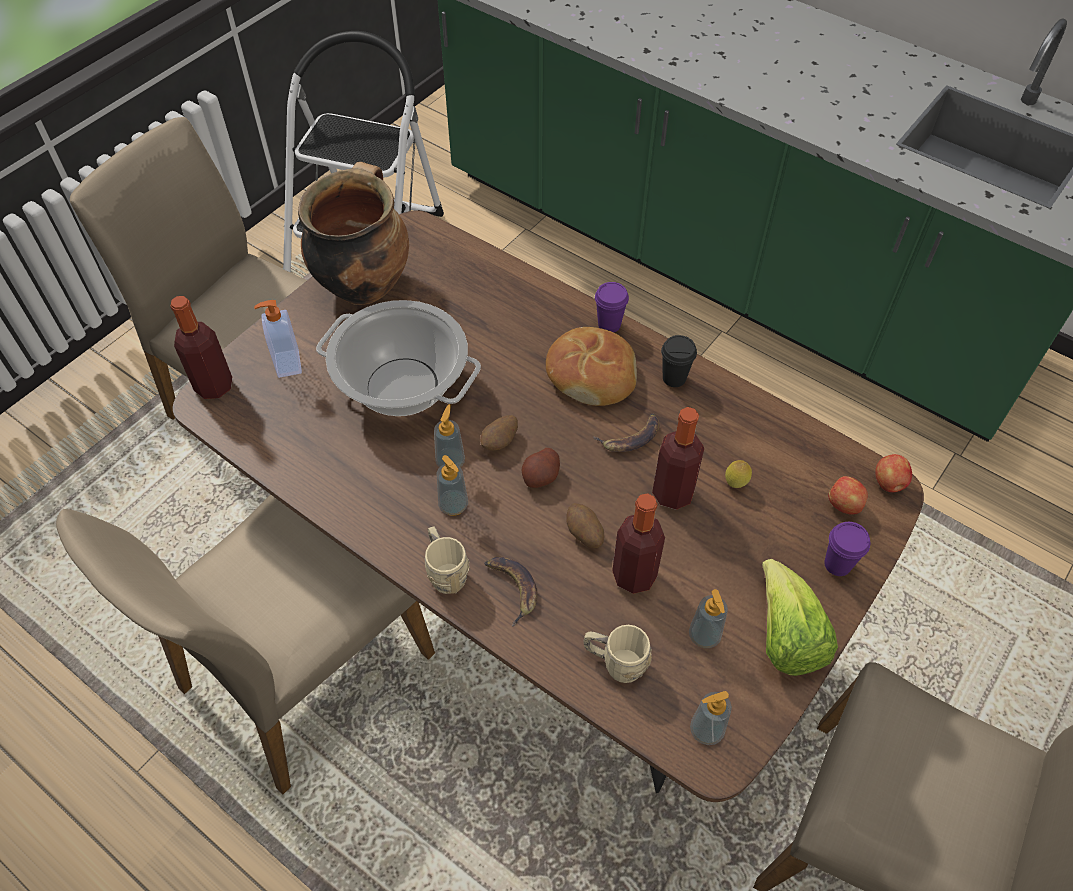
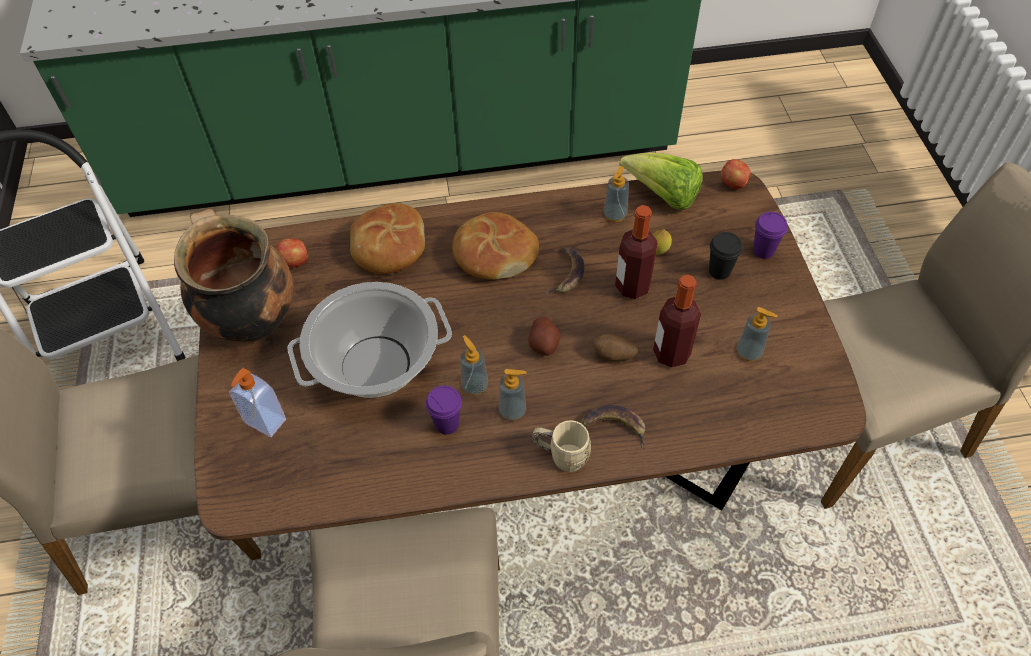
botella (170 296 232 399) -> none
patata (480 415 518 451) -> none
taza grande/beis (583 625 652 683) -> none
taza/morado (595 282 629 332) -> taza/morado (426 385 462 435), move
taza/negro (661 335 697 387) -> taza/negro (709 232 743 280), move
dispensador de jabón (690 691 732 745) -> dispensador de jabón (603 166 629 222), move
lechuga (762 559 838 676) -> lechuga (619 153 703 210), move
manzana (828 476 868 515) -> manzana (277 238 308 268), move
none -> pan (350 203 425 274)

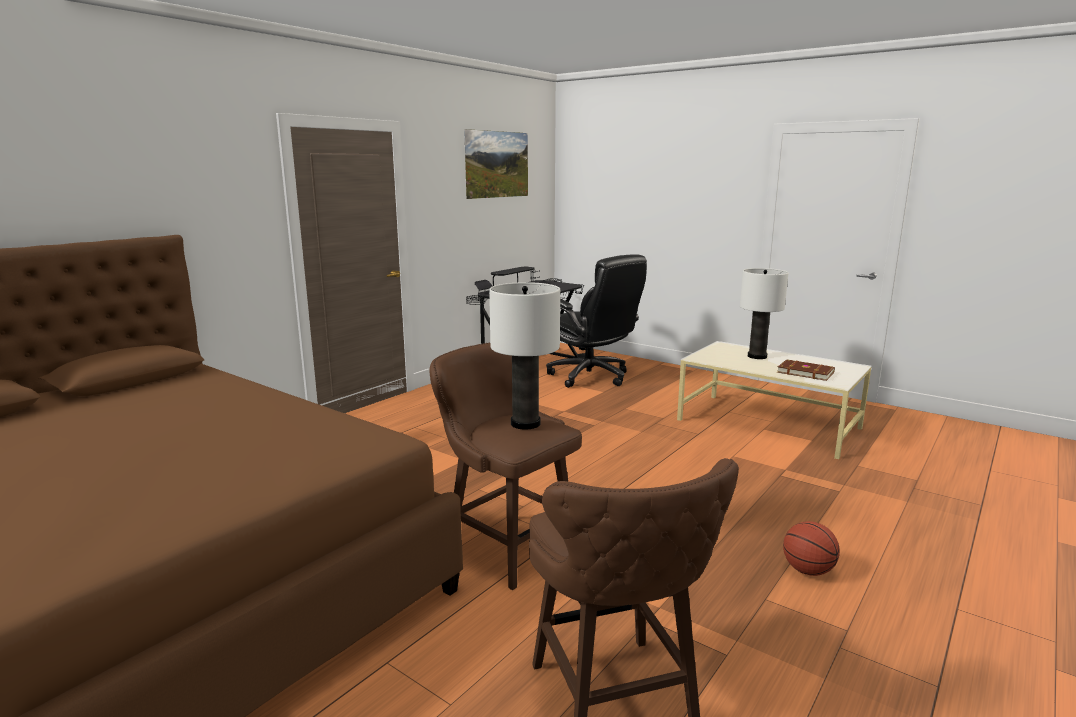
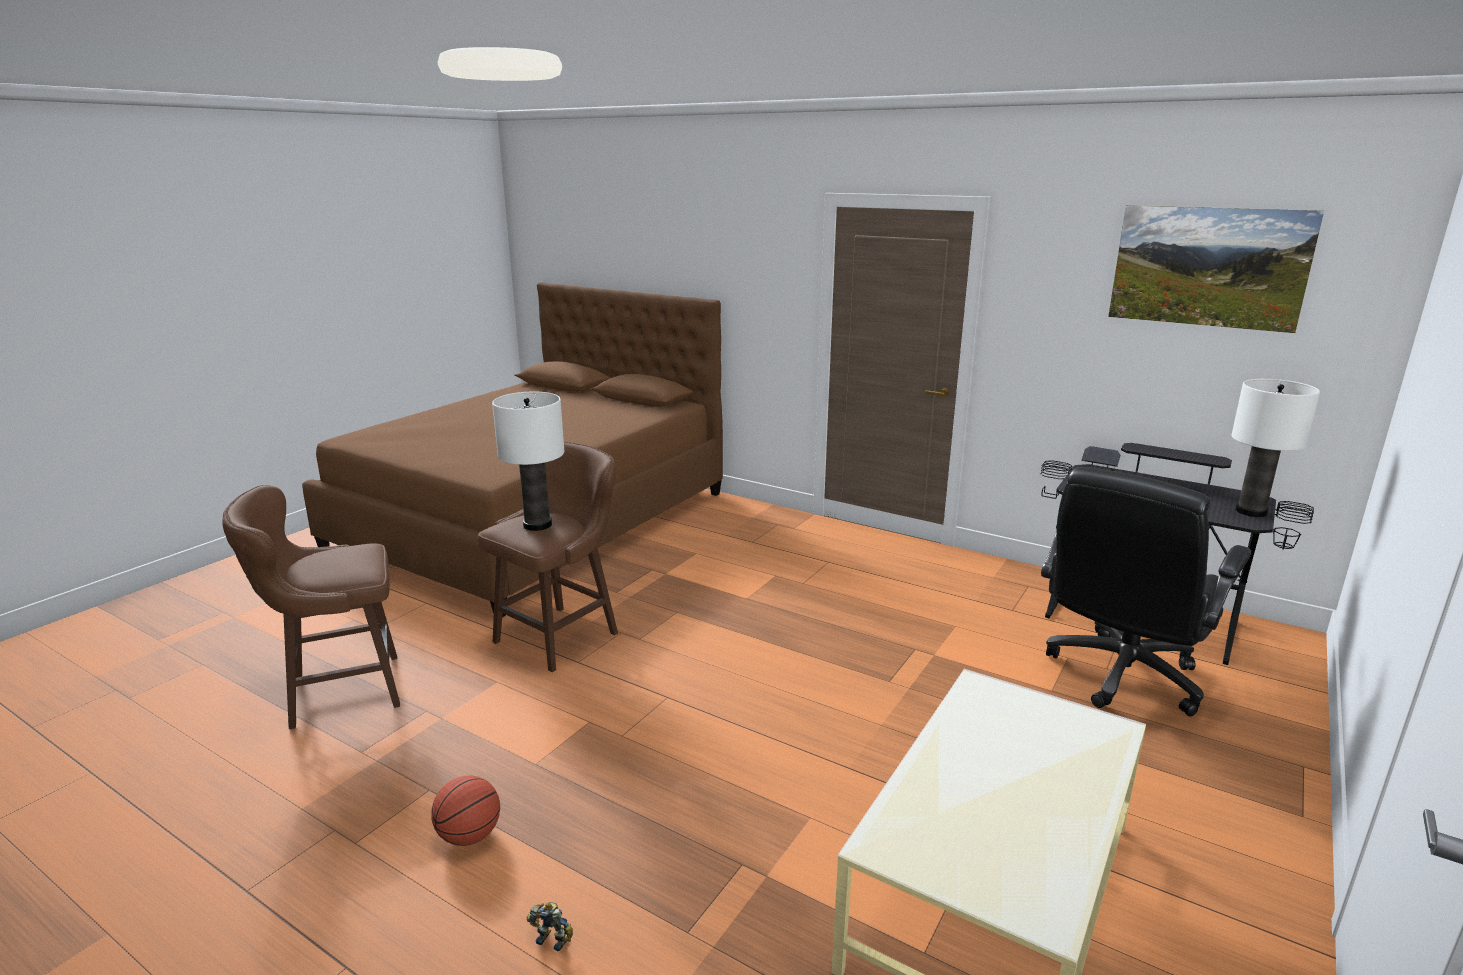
lámpara de mesa/blanco (740 268 788 359) -> lámpara de mesa/blanco (1231 379 1320 517), move
libro/marrón (777 359 835 381) -> none
none -> robot de juguete (526 902 573 952)

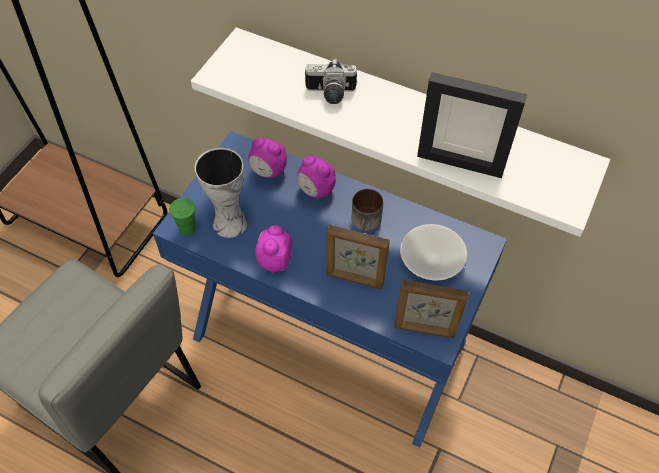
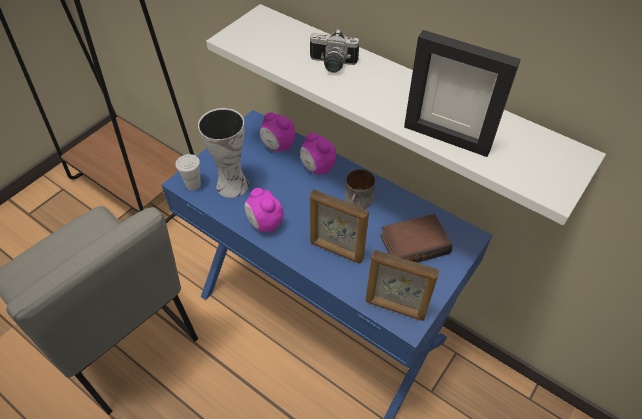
taza/verde (169 198 196 235) -> taza/blanco (175 154 201 191)
despertador (255 225 292 274) -> despertador (244 188 284 232), 60 degrees counterclockwise
cuenco/blanco (400 224 467 280) -> libro (380 214 452 263)

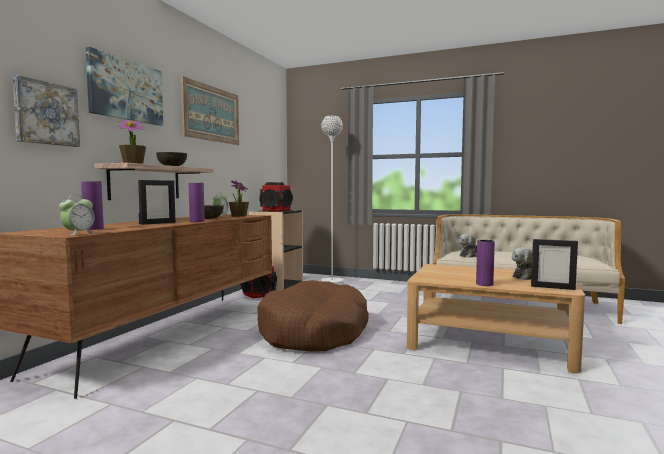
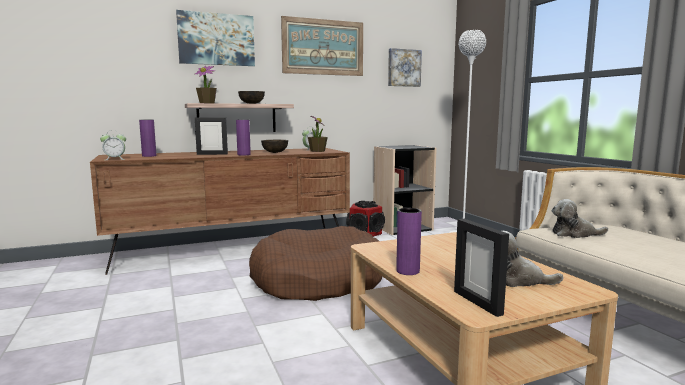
cuadro (12 75 80 147) -> cuadro (388 48 422 87), move
altavoz (259 182 293 211) -> none

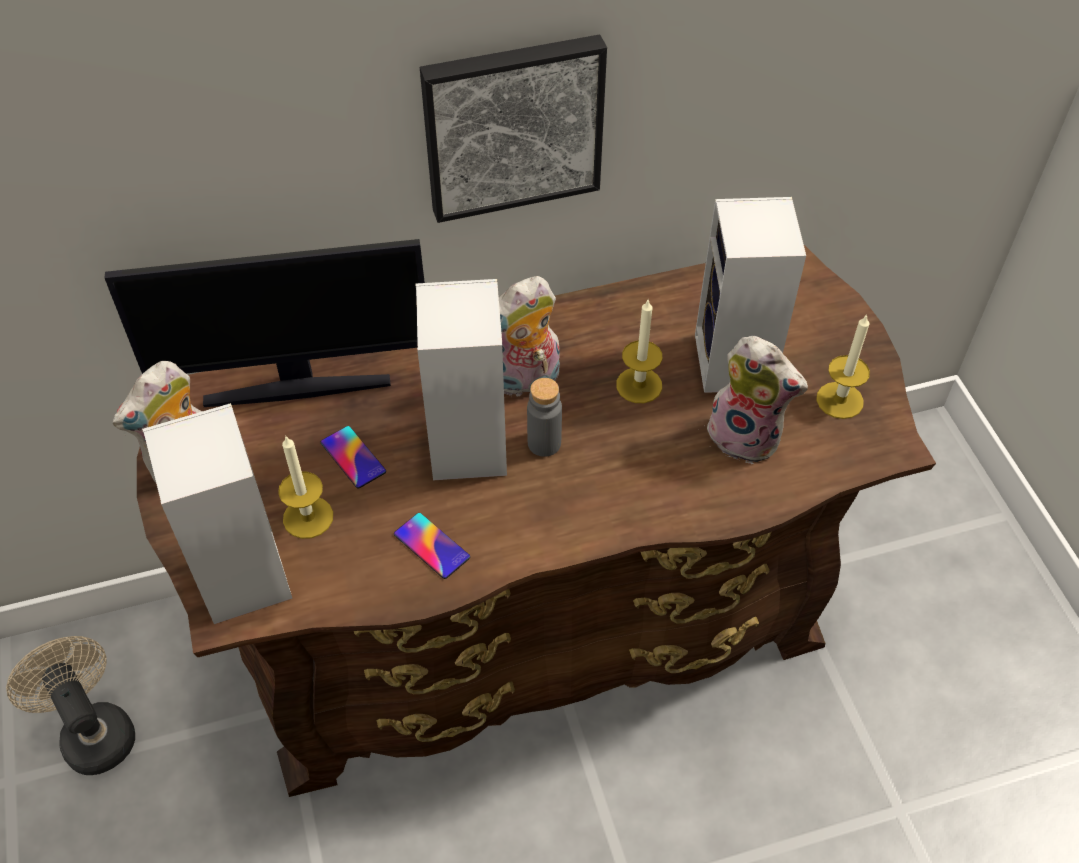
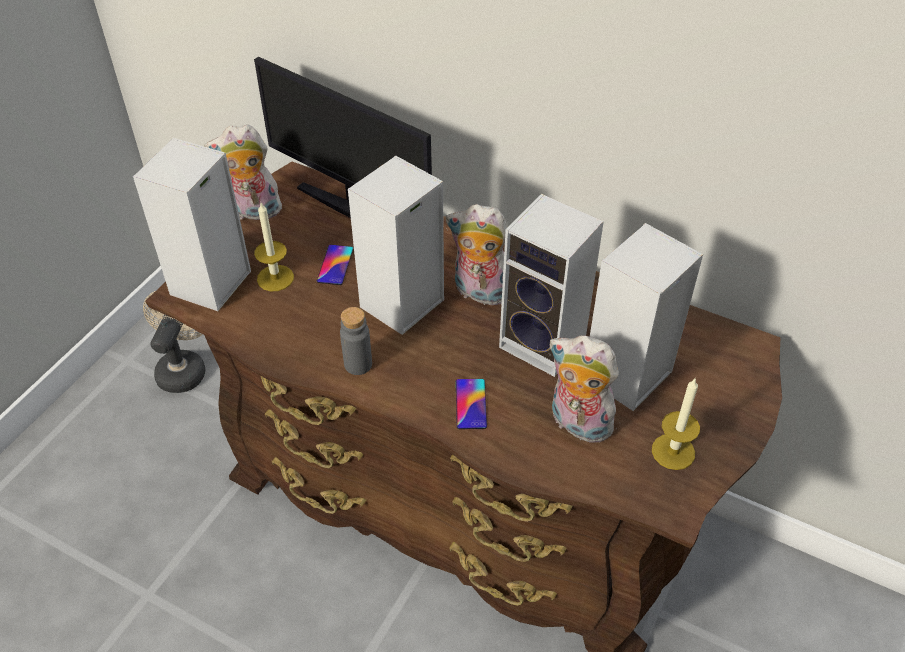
móvil (394 513 470 579) -> móvil (456 379 487 429), move
cuadro (420 34 607 223) -> none
botella/gris (527 378 562 457) -> botella/gris (340 307 372 375), move
vela (616 298 662 403) -> altavoz (499 194 604 377)
peluche (702 336 808 464) -> peluche (549 335 619 444), 135 degrees clockwise

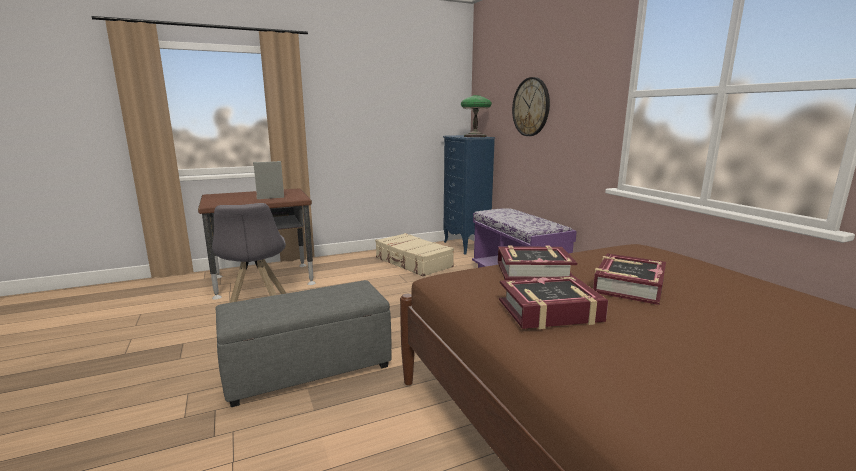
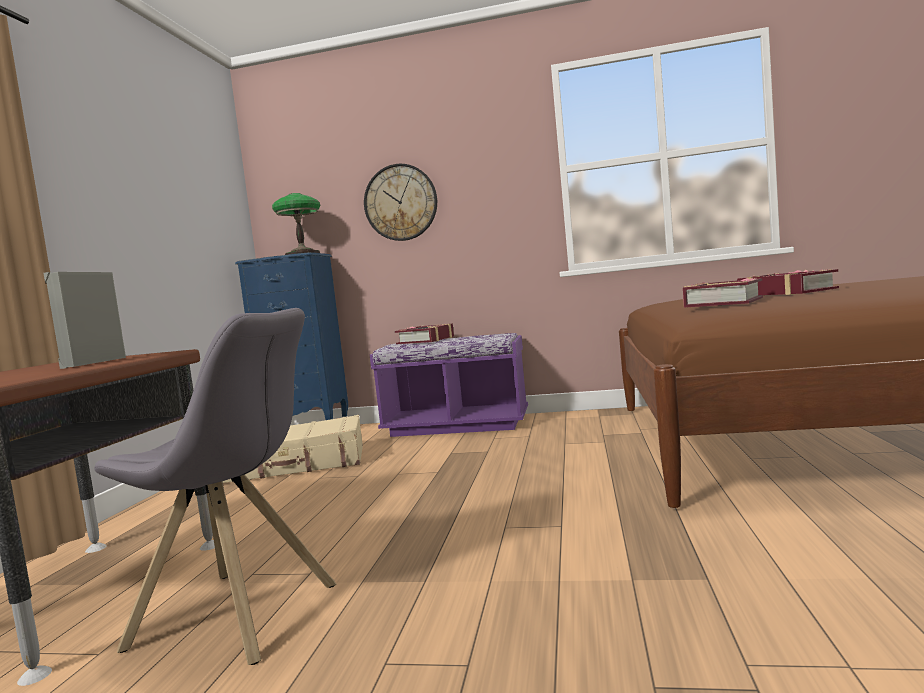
puf/gris (216 280 392 407) -> none
libro (499 276 608 329) -> libro (395 323 454 345), move

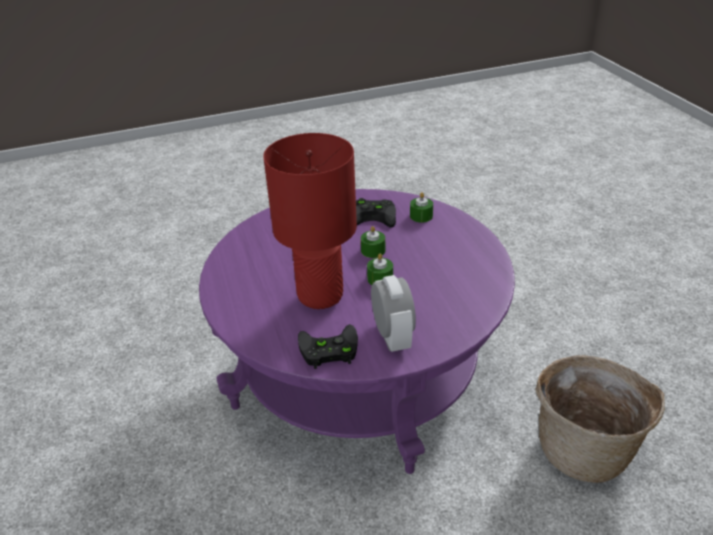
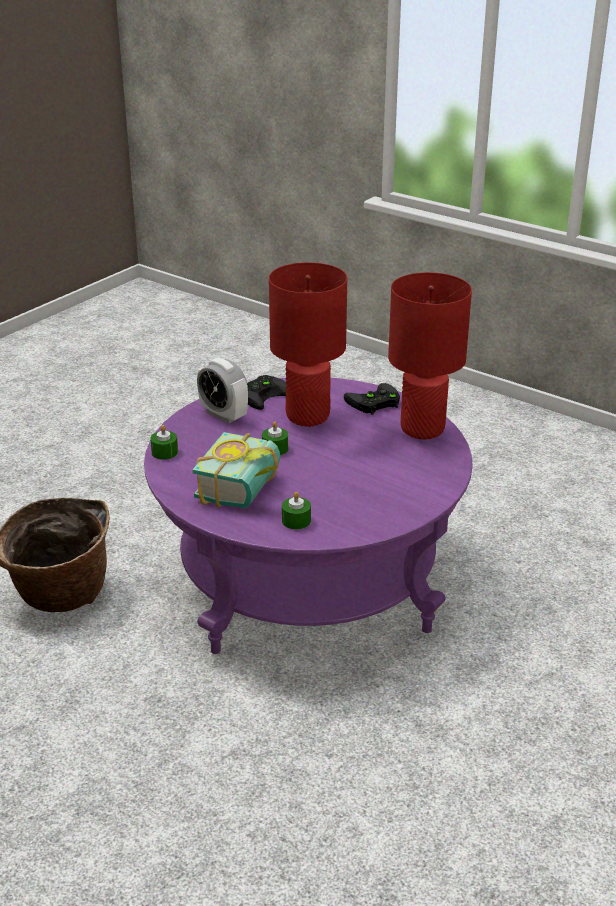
mando de consola/negro (356 198 396 228) -> mando de consola/negro (344 383 400 415), move
vela/verde (361 226 385 258) -> vela/verde (150 425 178 460), move
none -> libro (192 432 281 509)
none -> lámpara de mesa/rojo (388 272 472 440)

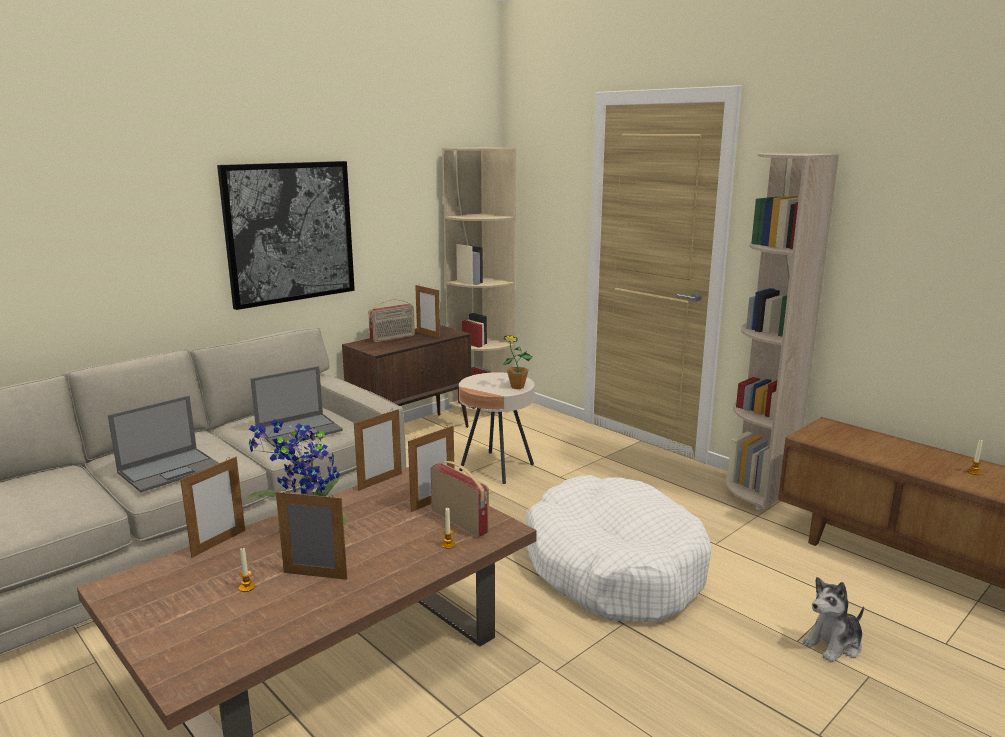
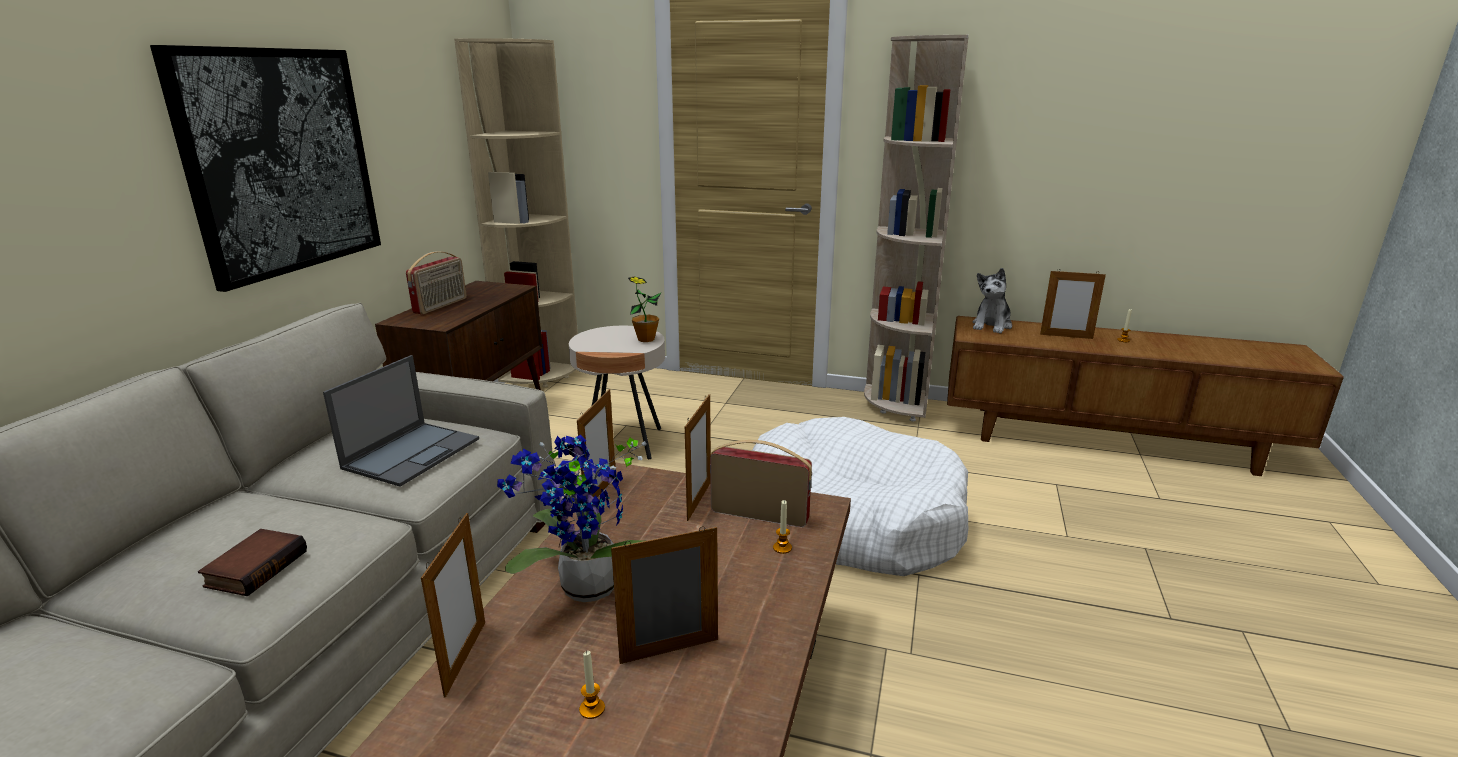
portátil (108 395 219 492) -> libro (198 529 307 596)
portarretratos (415 285 440 338) -> portarretratos (1040 270 1106 339), move
peluche (802 577 864 662) -> peluche (973 268 1012 333), move

